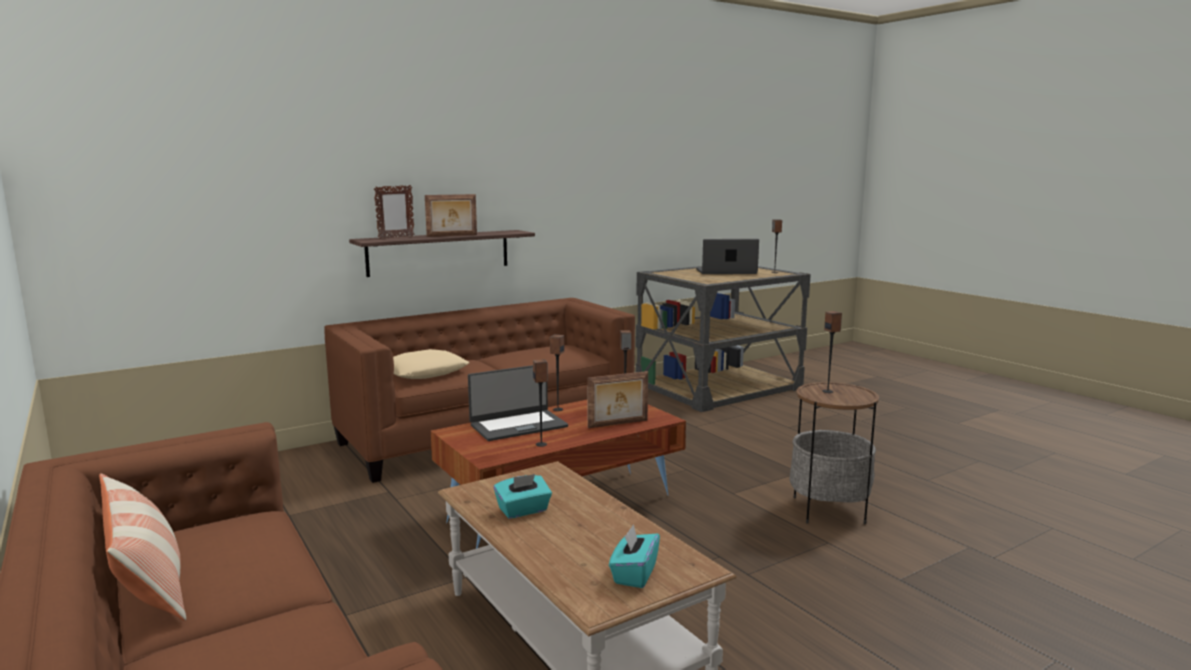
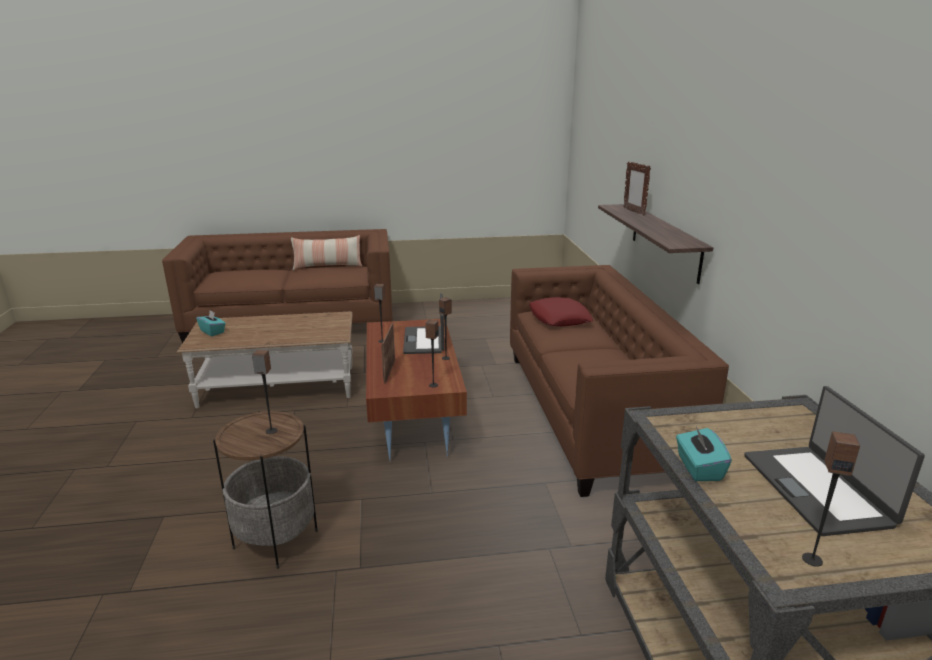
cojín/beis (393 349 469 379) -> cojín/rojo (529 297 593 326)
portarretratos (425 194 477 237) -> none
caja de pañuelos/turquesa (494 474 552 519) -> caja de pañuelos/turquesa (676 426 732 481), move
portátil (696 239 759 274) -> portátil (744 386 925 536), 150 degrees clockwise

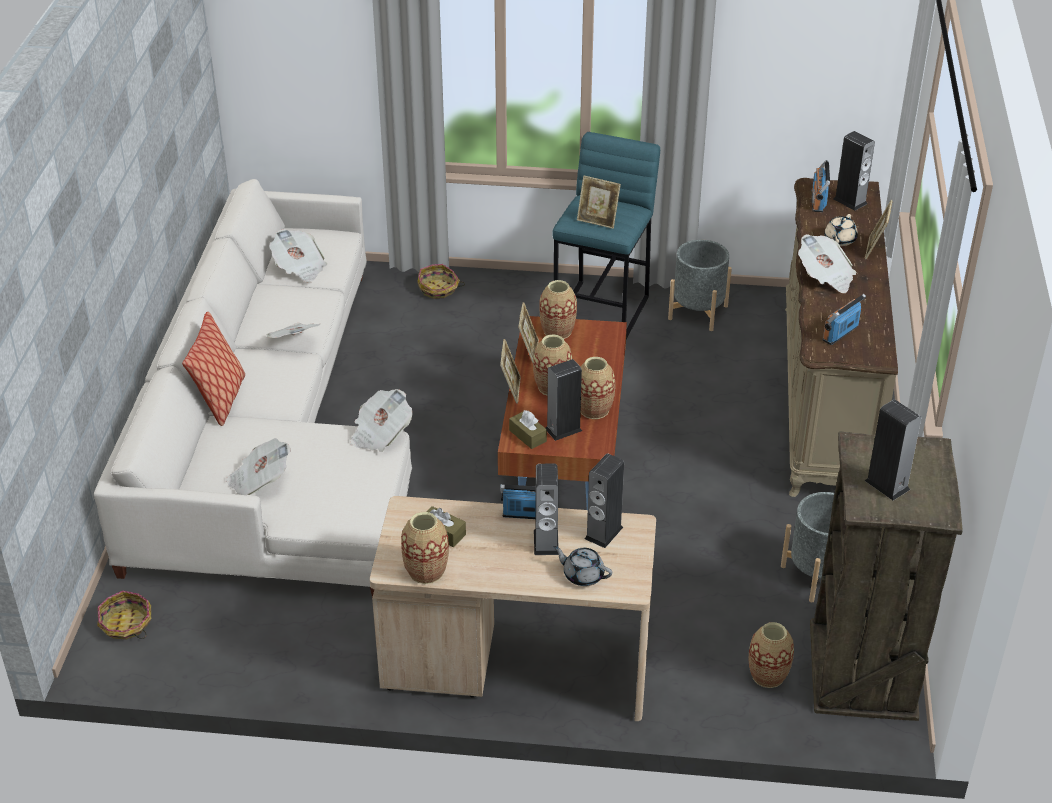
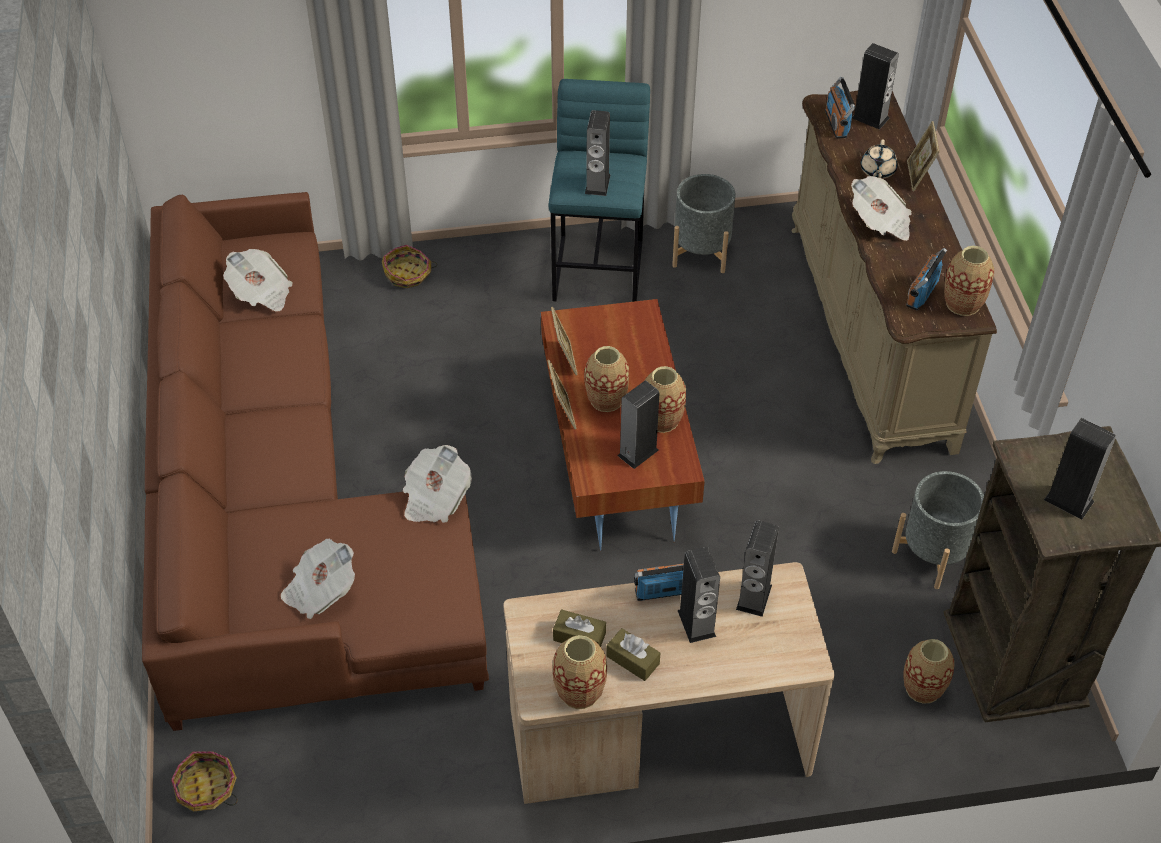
sofá/blanco (94 179 412 597) -> sofá/marrón (142 192 489 731)
cojín (182 312 245 426) -> none
periódico (266 323 320 338) -> none
caja de pañuelos/marrón (509 410 547 449) -> caja de pañuelos/marrón (606 628 660 681), move
florero (539 280 577 339) -> florero (944 246 994 316), move
tetera/gris (553 546 612 586) -> none
portarretratos (577 176 621 229) -> altavoz (585 110 610 196)

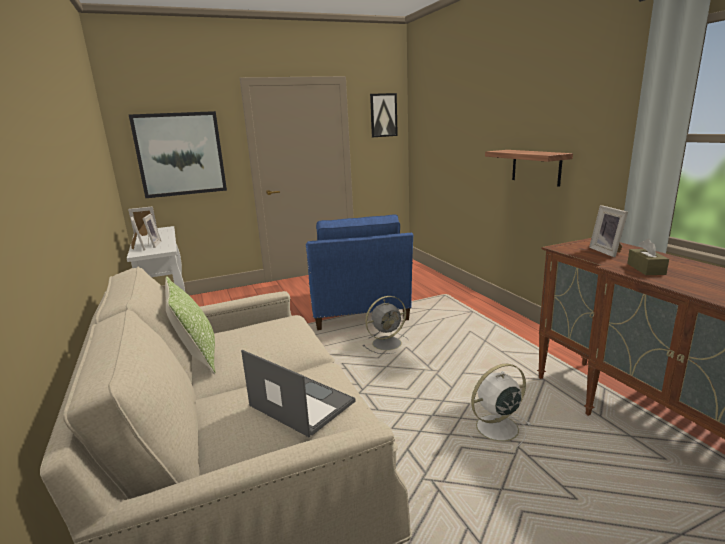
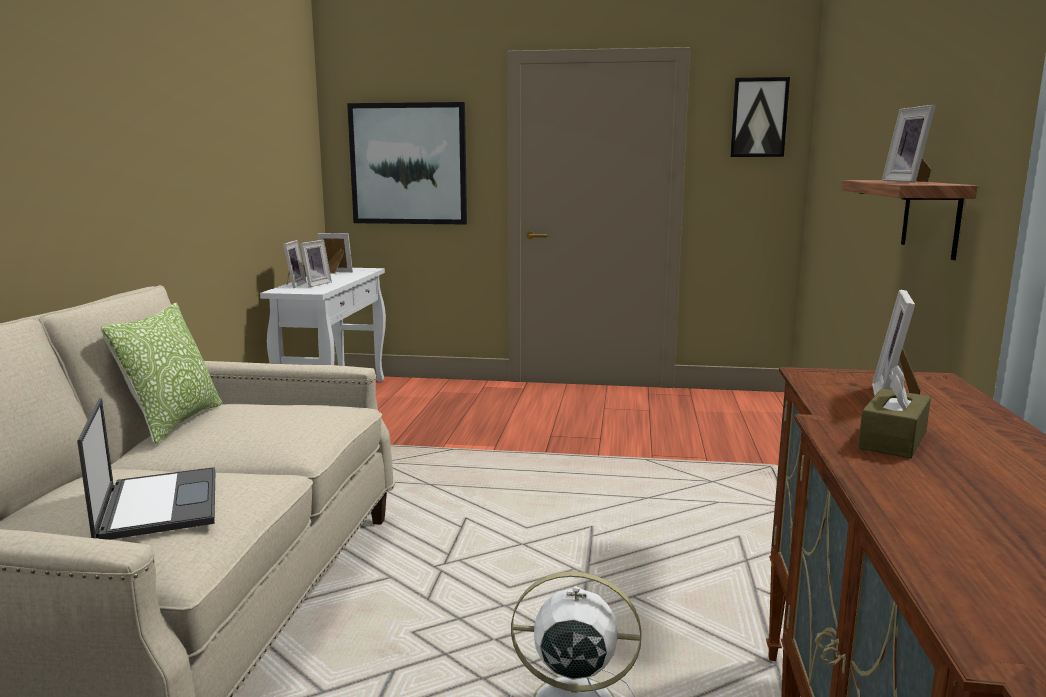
sillón/azul (306 214 413 330) -> none
ventilador/gris (363 296 406 354) -> none
none -> portarretratos (882 105 936 183)

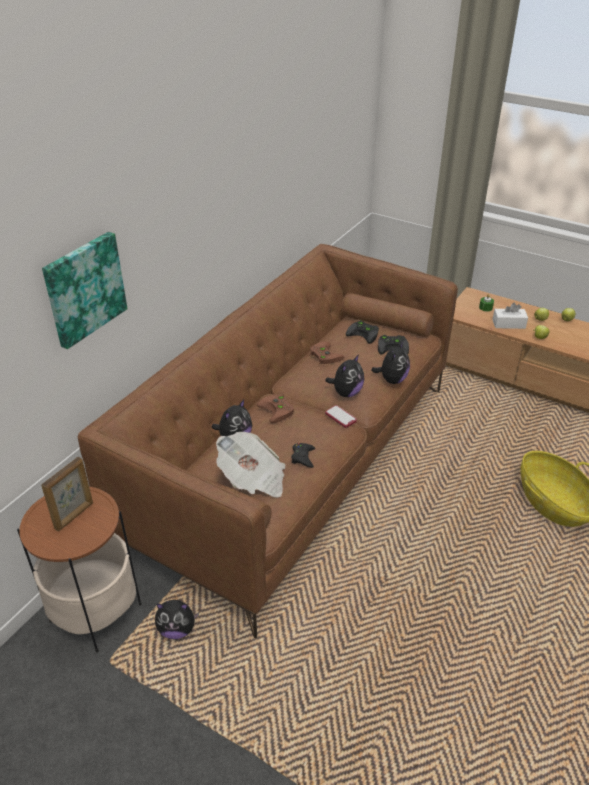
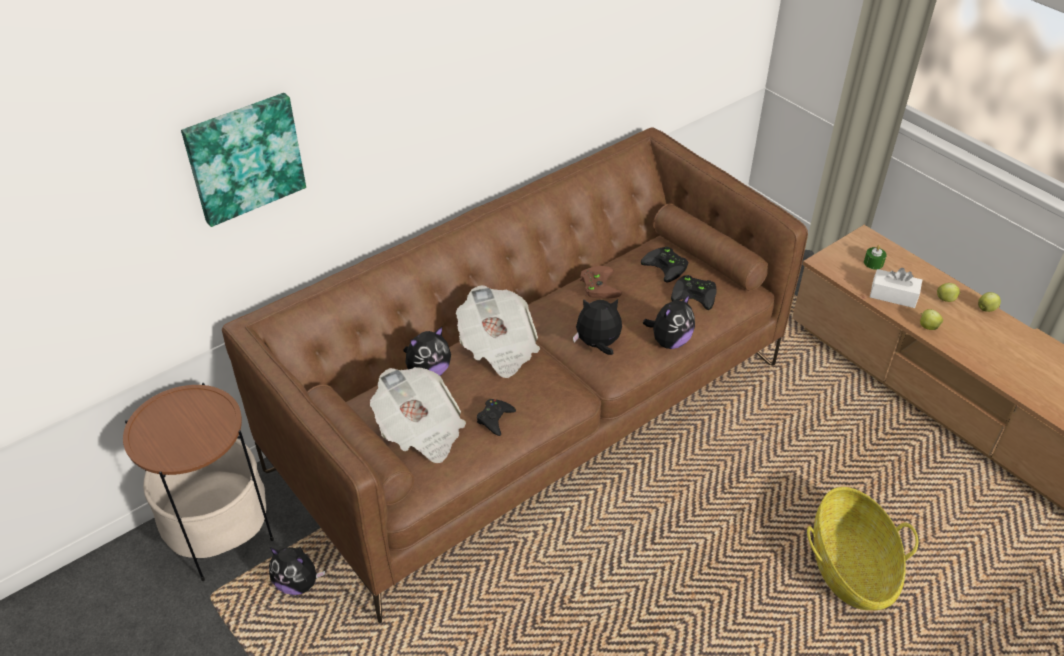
portarretratos (41 457 93 531) -> none
mando de consola/marrón (257 394 294 423) -> periódico (456 285 540 378)
peluche (325 354 364 397) -> peluche (573 299 622 355), 150 degrees counterclockwise
móvil (325 405 357 428) -> none

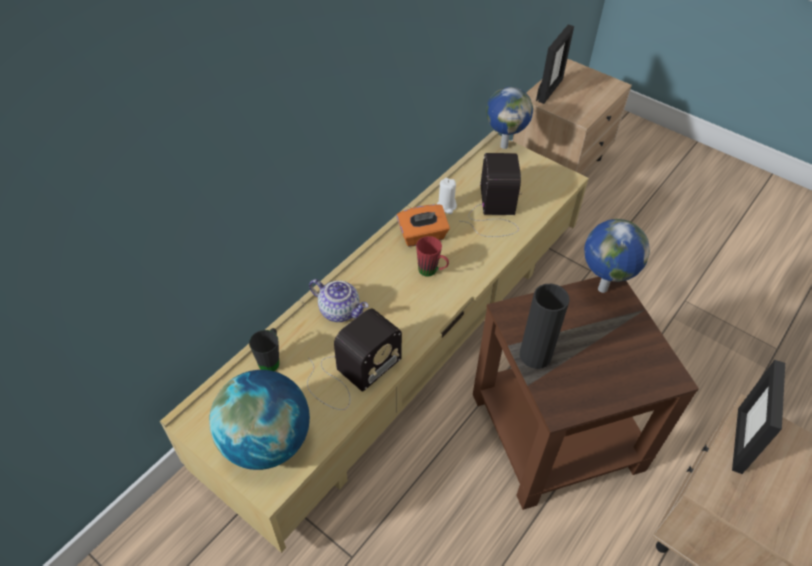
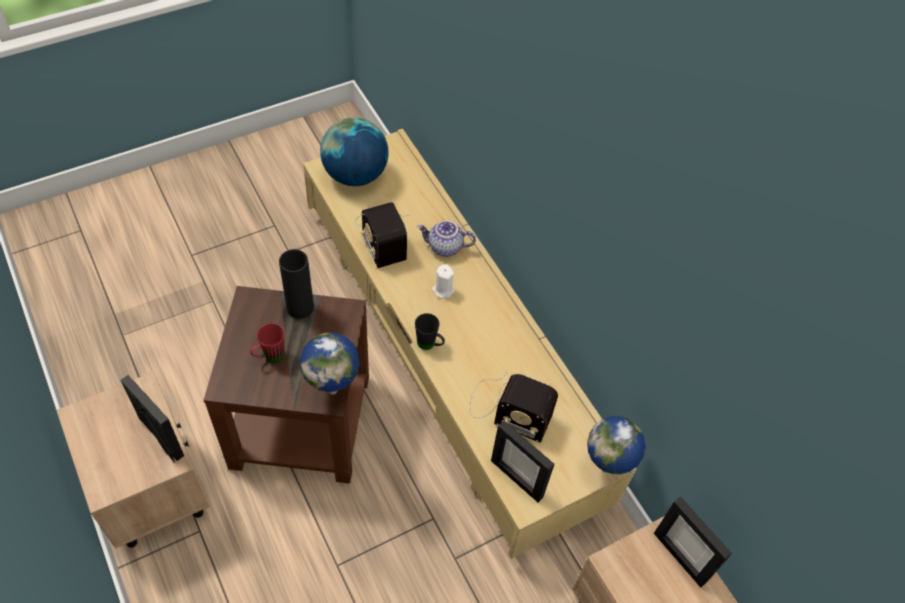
taza grande/negro (249 328 279 371) -> taza grande/negro (415 313 445 350), move
tetera (309 279 368 322) -> tetera (417 221 476 256), 45 degrees clockwise
caja de pañuelos/naranja (396 204 450 247) -> none
taza grande/rojo (416 236 449 277) -> taza grande/rojo (250 323 285 363), move
vela/blanco (437 178 457 214) -> vela/blanco (432 264 455 299), move
none -> portarretratos (491 421 555 502)

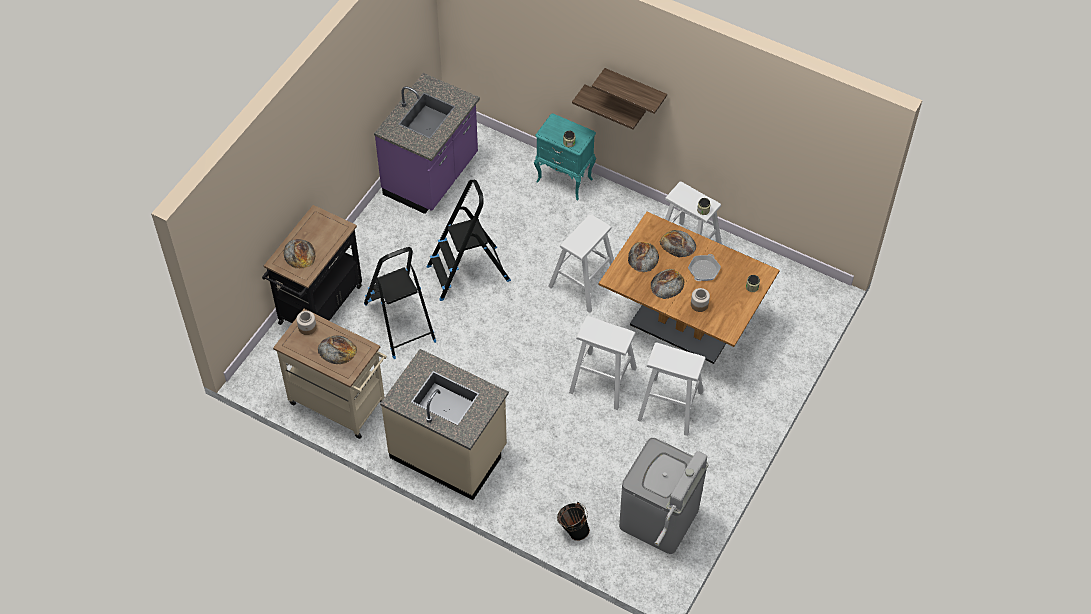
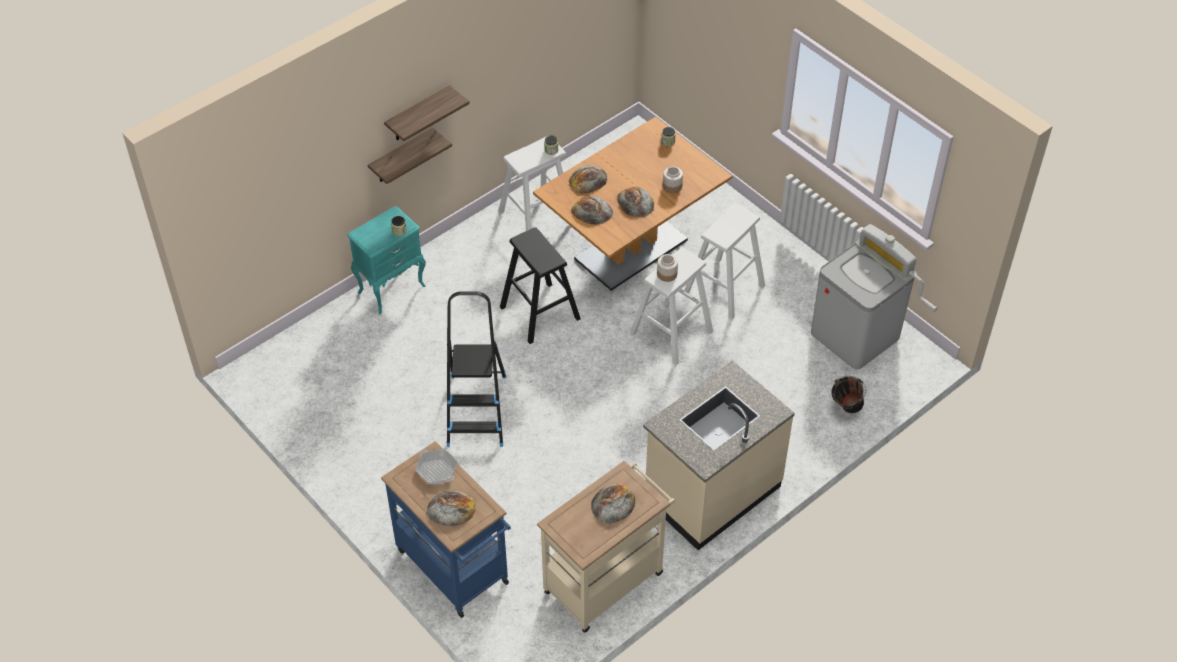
carrito/negro (262 205 362 325) -> carrito/azul (381 441 511 618)
tarro (297 311 317 335) -> tarro (657 254 678 282), move
escalera de tijera/negro (364 247 436 359) -> none
mueble bajo de cocina/morado (374 73 480 214) -> none
taburete/blanco (548 214 614 313) -> taburete/negro (500 227 581 344)
sartén (688 254 721 281) -> sartén (415 449 458 484), move

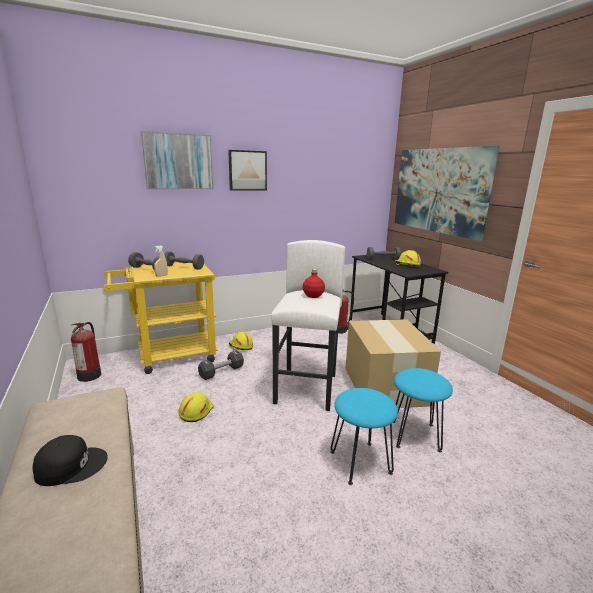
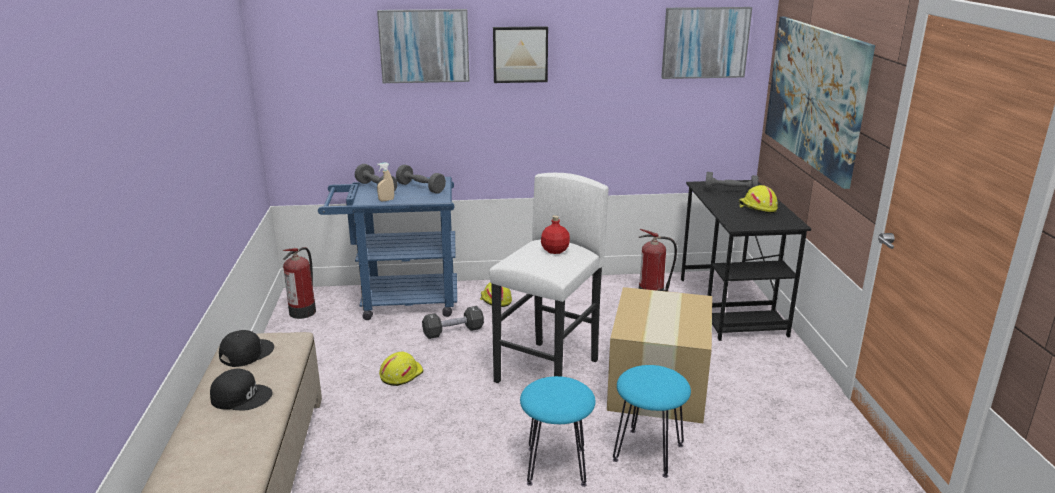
carrito/amarillo (103 262 218 374) -> carrito/azul (318 177 457 320)
none -> gorra/negro (219 330 274 367)
none -> cuadro (661 7 752 79)

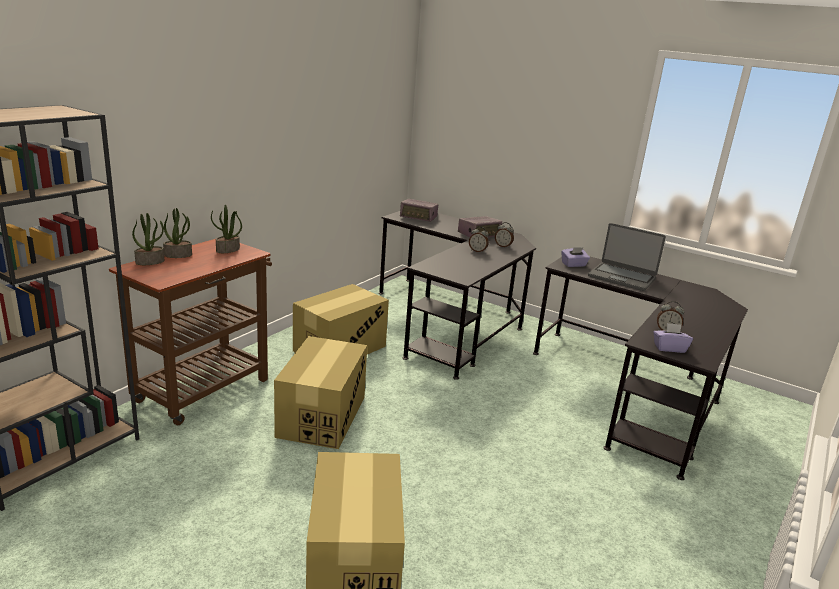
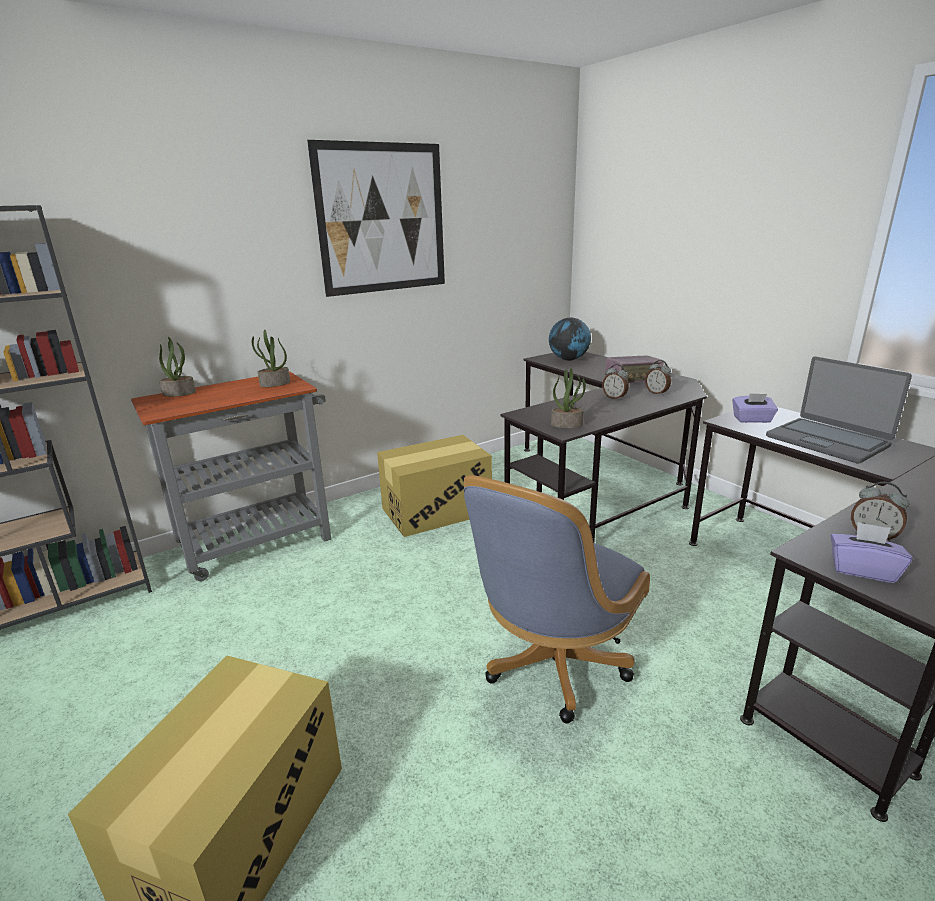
carrito/marrón (109 239 272 425) -> carrito/gris (131 371 331 581)
planta en maceta (163 208 192 258) -> planta en maceta (551 368 586 428), move
caja de cartón (274 336 367 449) -> none
radio (400 199 438 222) -> globo terráqueo (549 318 591 361)
none -> cuadro (307 140 445 297)
none -> silla de oficina/azul (464 475 650 723)

